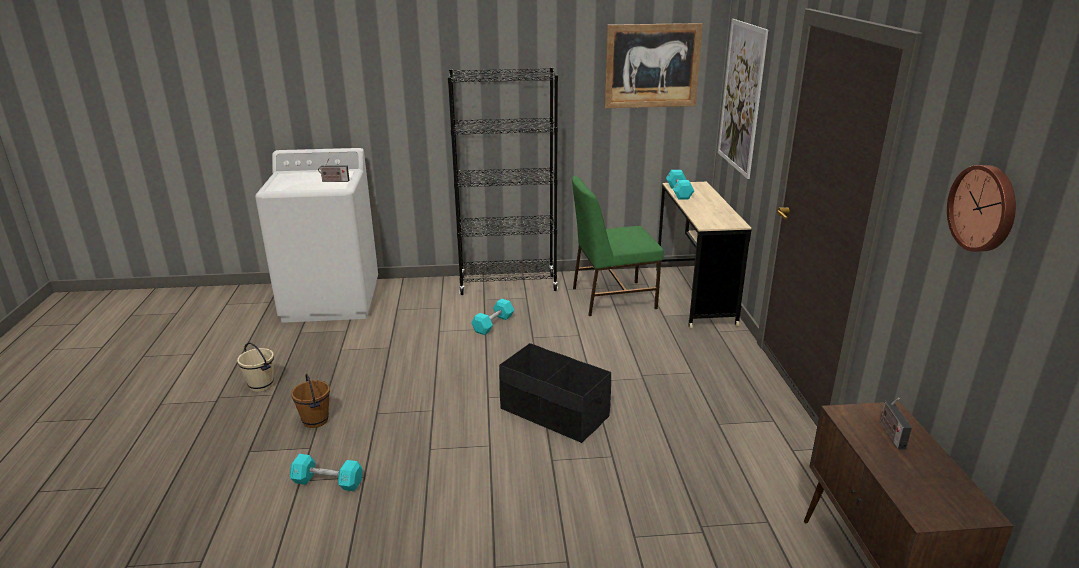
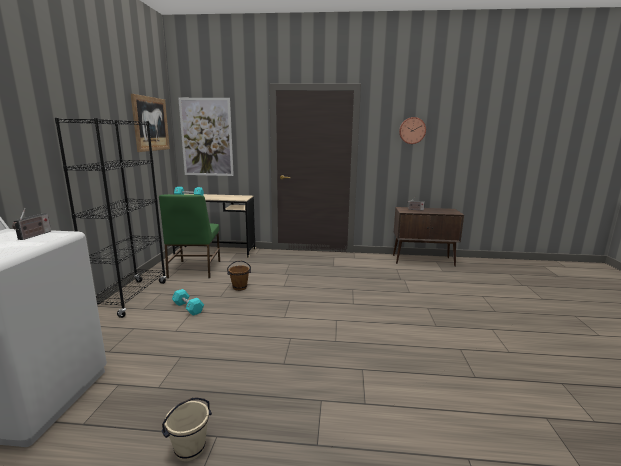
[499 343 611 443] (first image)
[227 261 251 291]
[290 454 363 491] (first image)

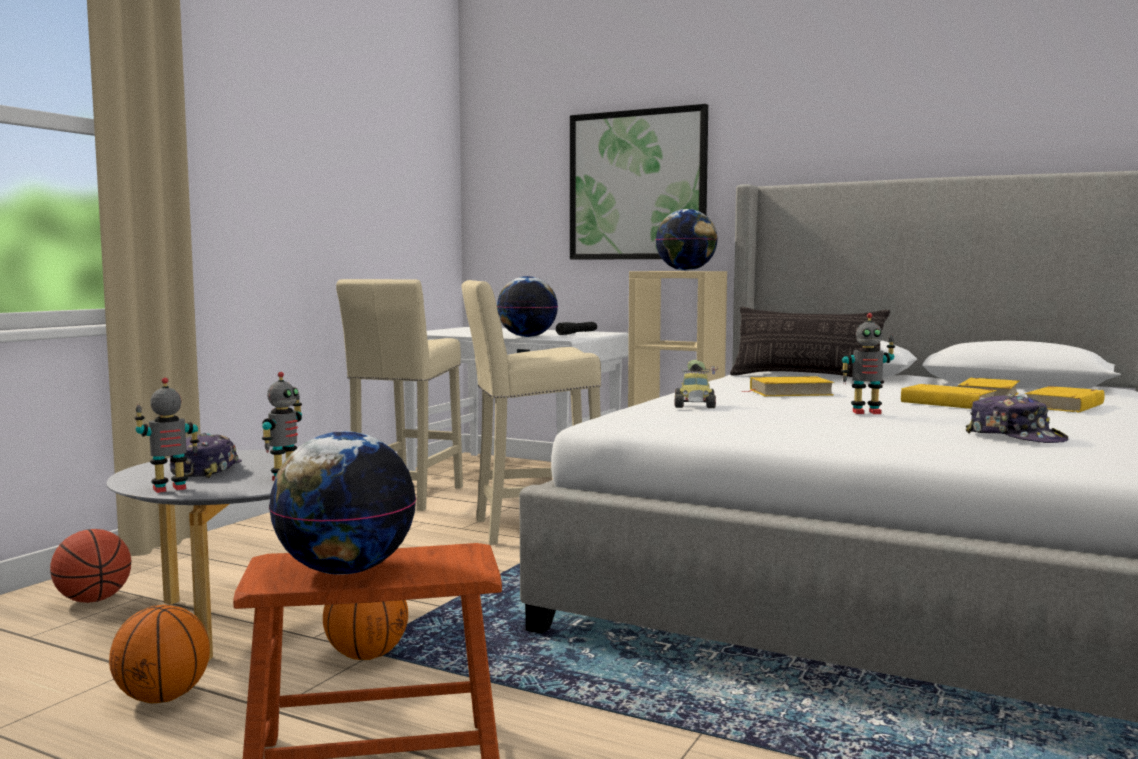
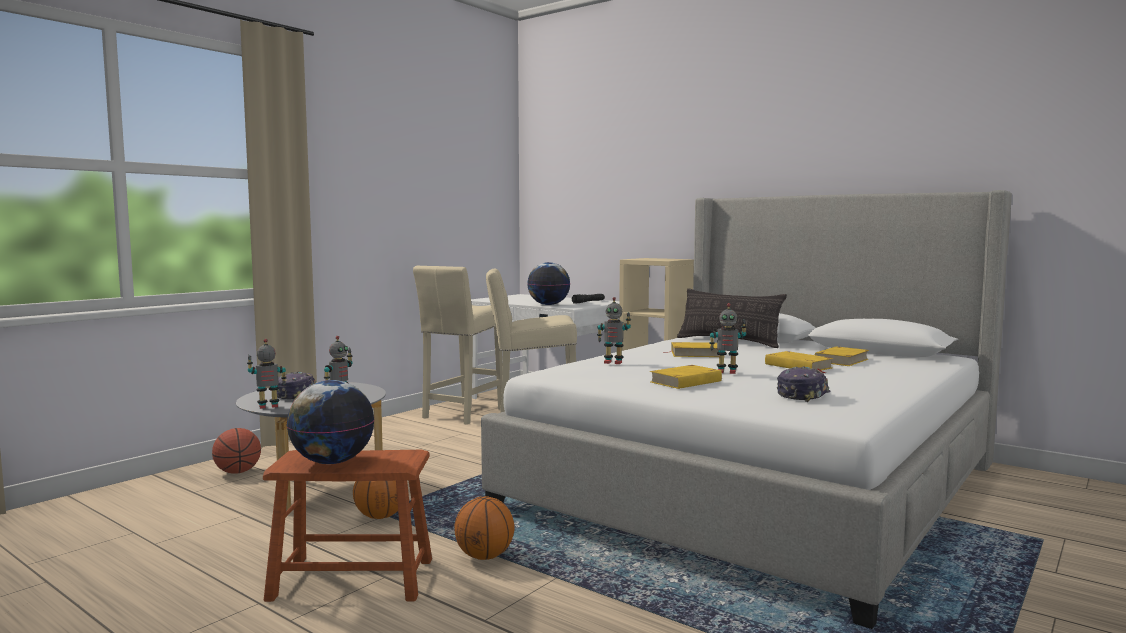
[570 104 708 260] (first image)
[656 209 718 271] (first image)
[597 297 631 364]
[650 365 722 389]
[777 367 830 402]
[454 496 515 560]

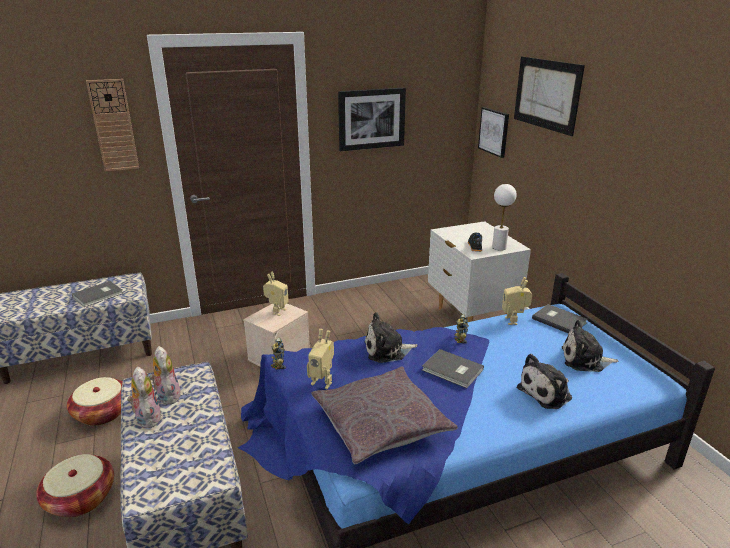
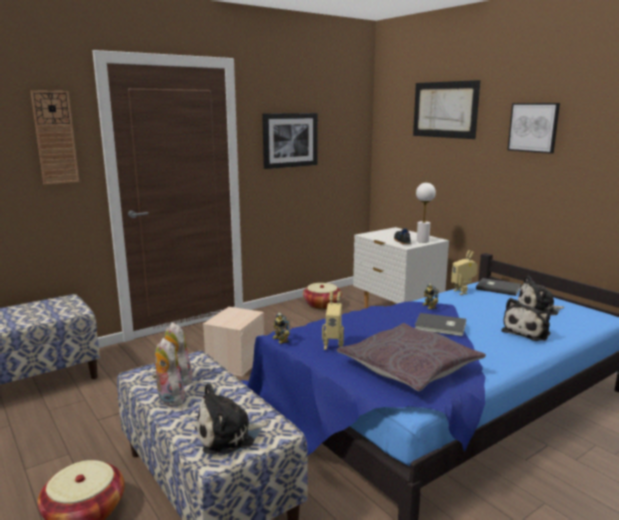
[507 103 560 154]
[263 271 289 316] (first image)
[72 281 123 307] (first image)
[195 383 269 456]
[303 283 342 310]

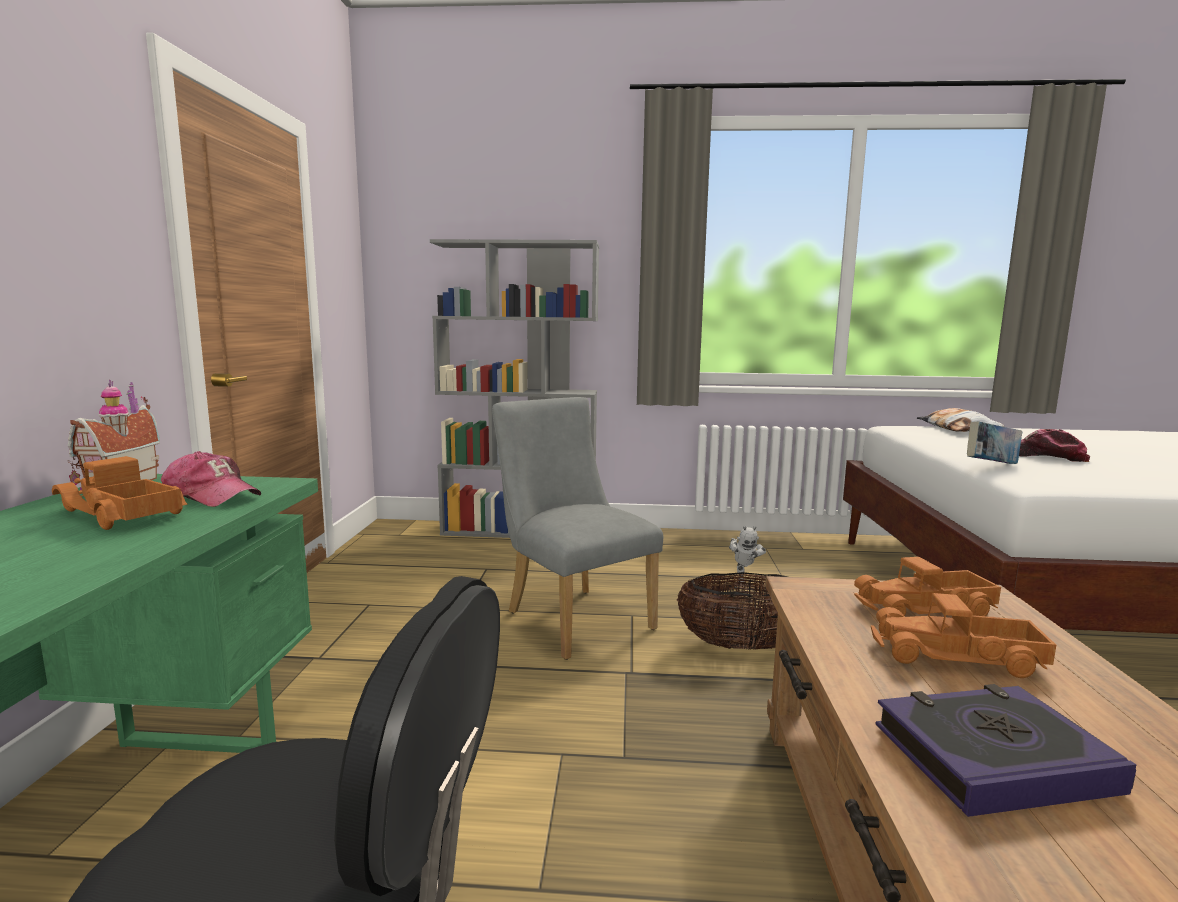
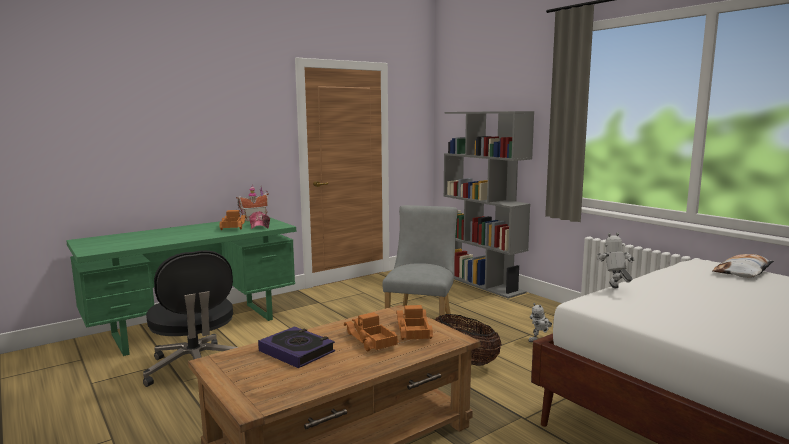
[597 232 635 288]
[1019 429 1090 462] (first image)
[396 305 433 340]

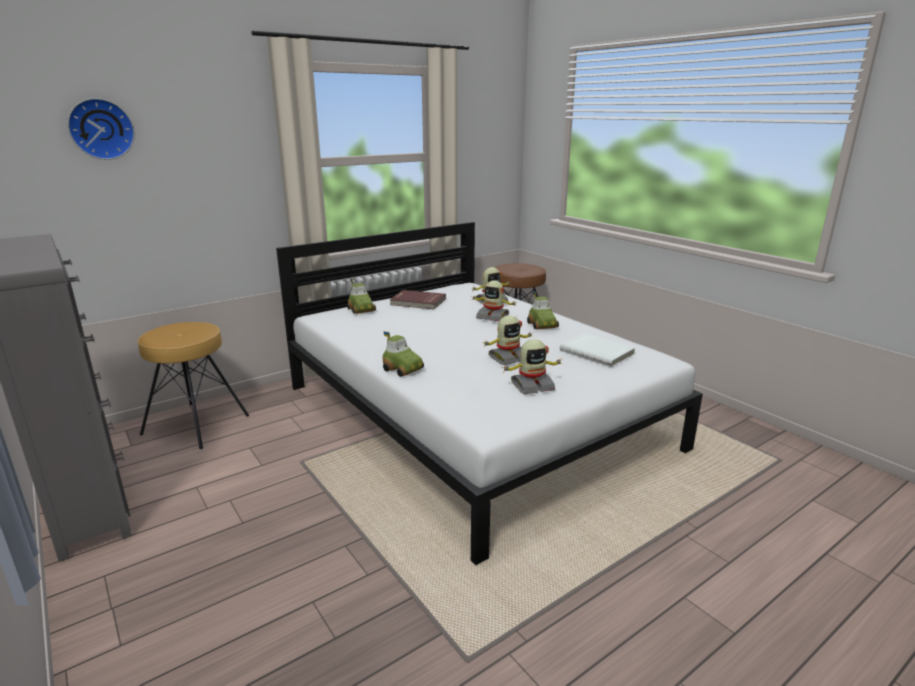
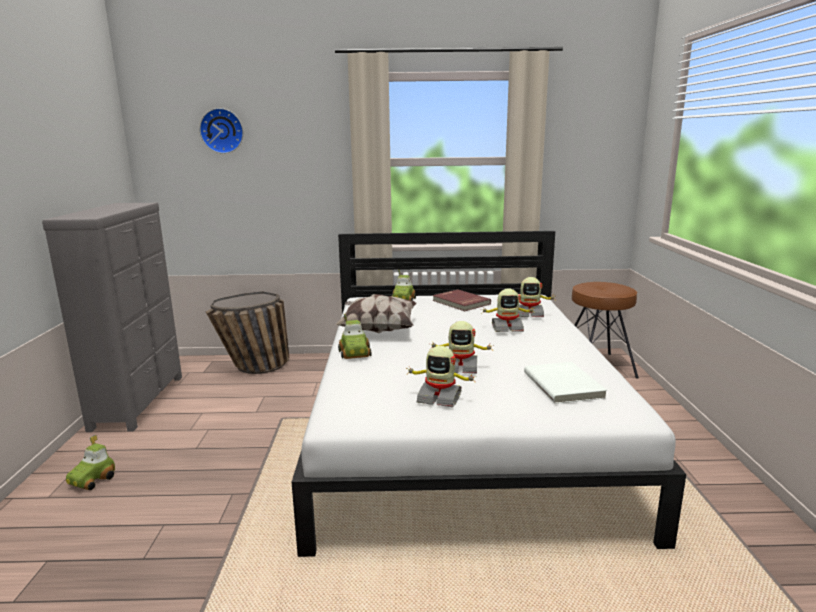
[480 289 535 332]
[66 435 115 490]
[206 292 289 374]
[335 294 417 333]

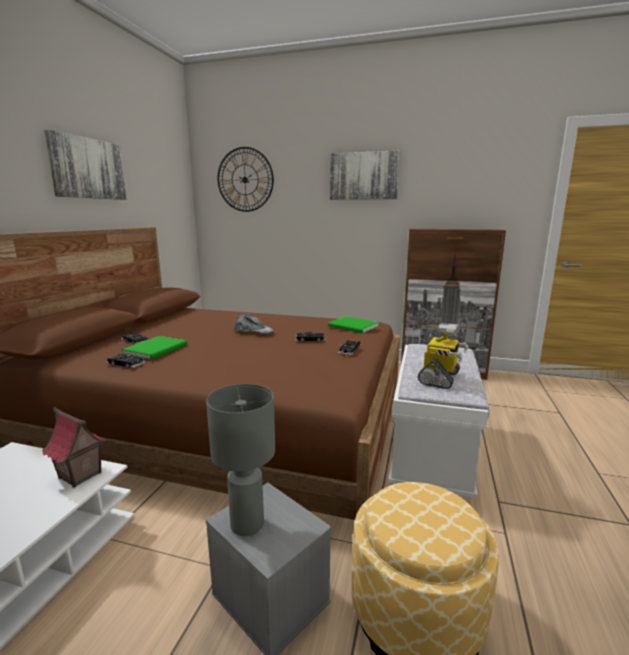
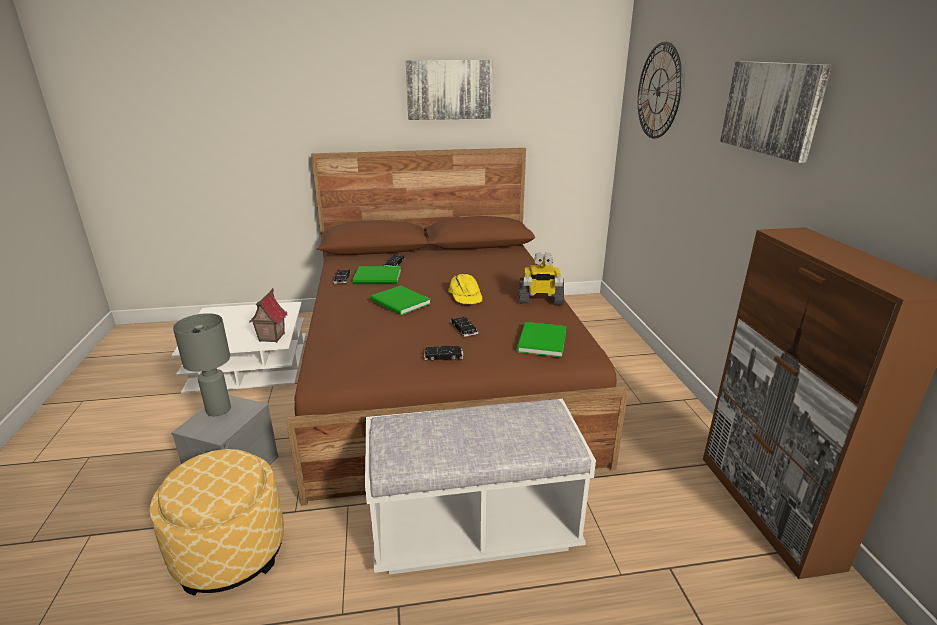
[448 274 482 304]
[519 252 564 305]
[371 286 431 315]

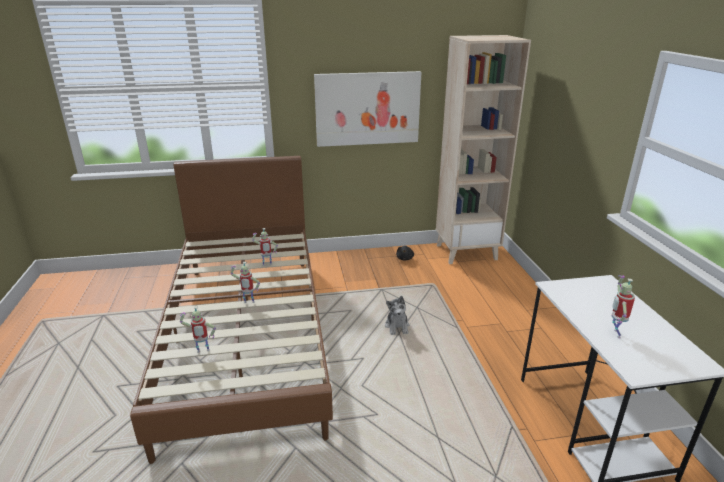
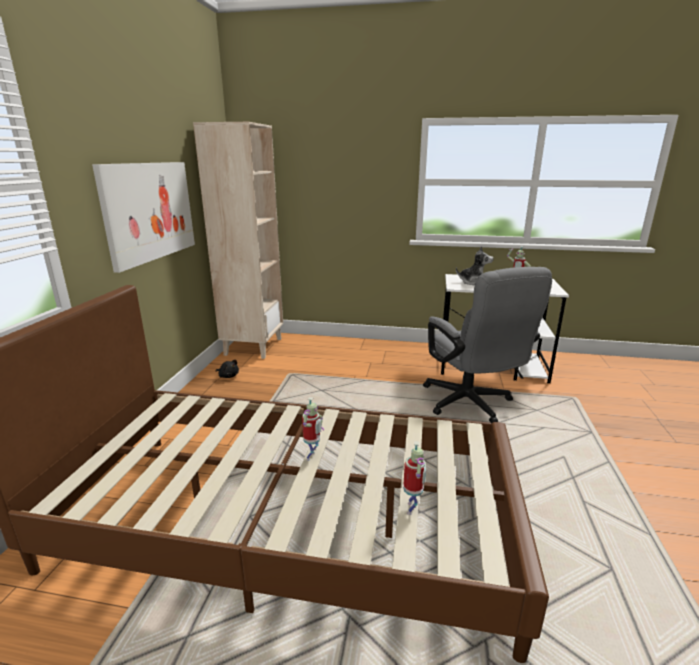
[252 228 278 266] (first image)
[456 246 494 285]
[423 267 552 424]

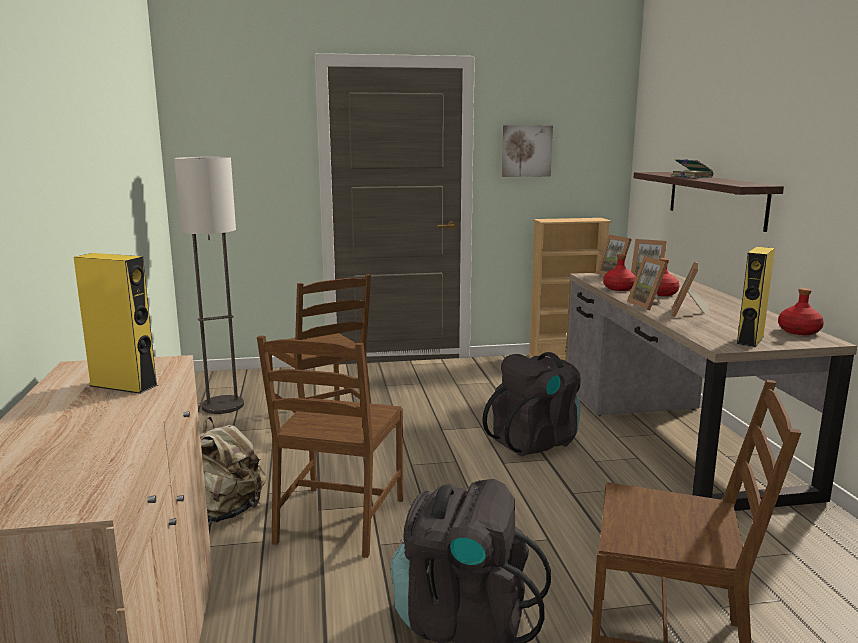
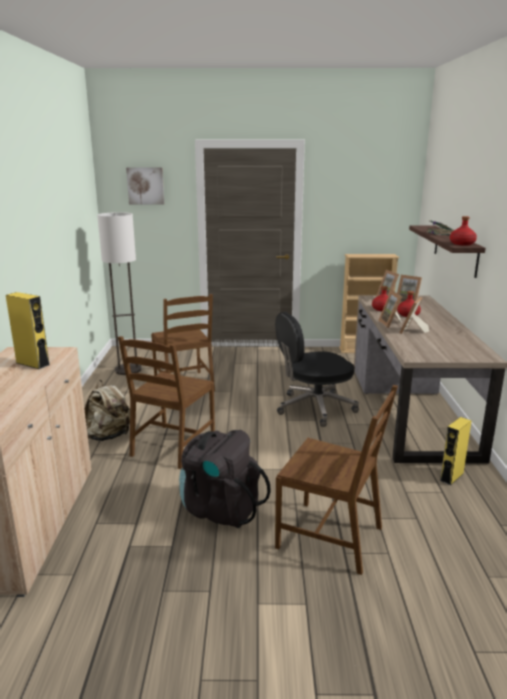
[126 167 164 204]
[440 417 472 485]
[450 216 477 246]
[275 312 359 427]

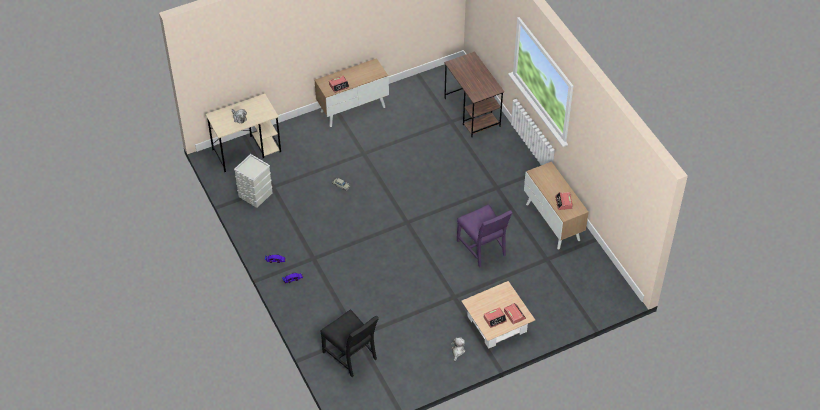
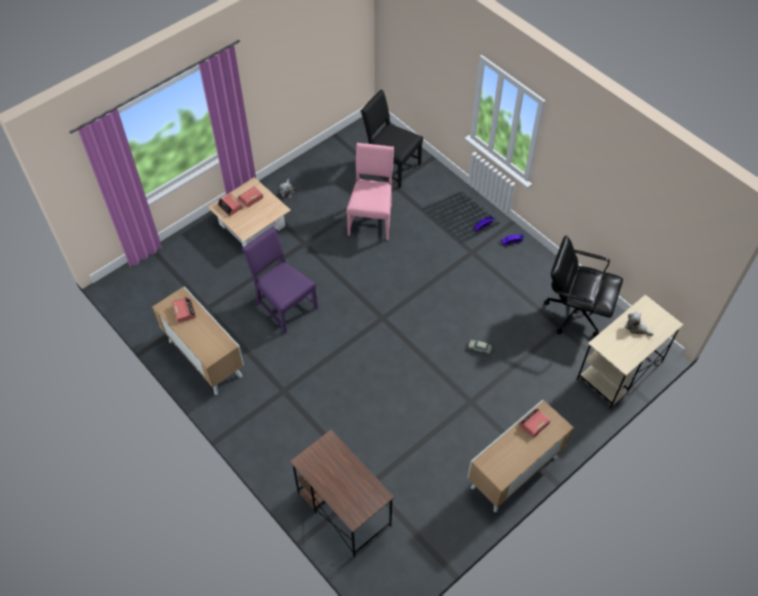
[544 236 623 337]
[346 143 394 240]

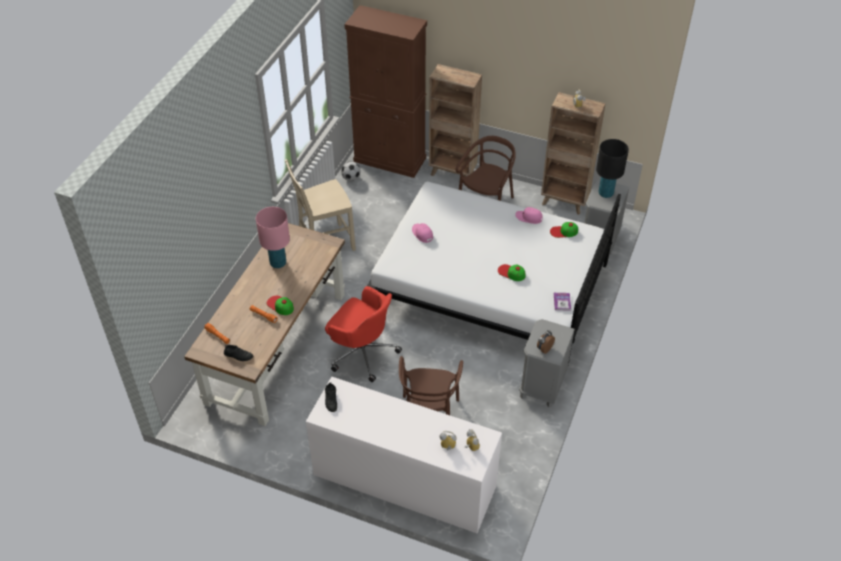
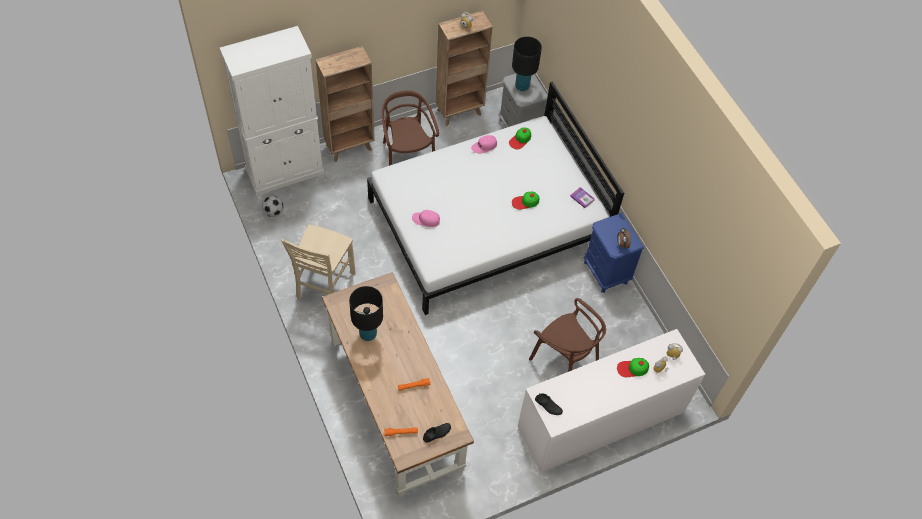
[220 26 324 195]
[349 286 383 341]
[325 286 402 382] (first image)
[617 358 649 377]
[584 213 644 293]

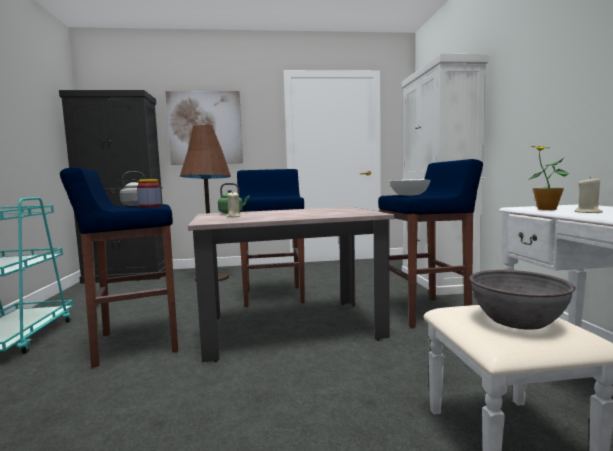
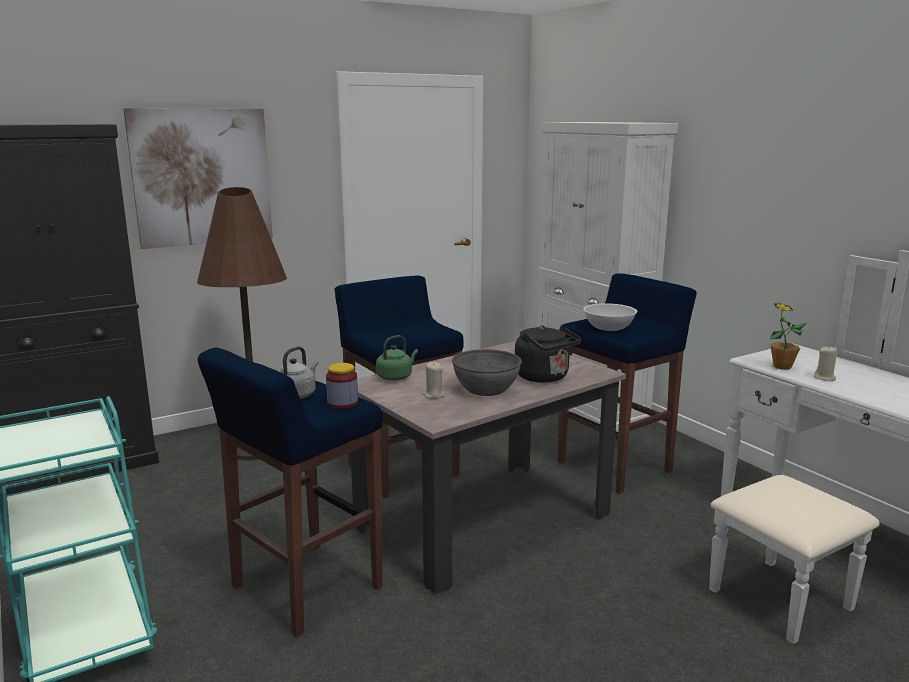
[452 349 522 396]
[515 325 581 383]

